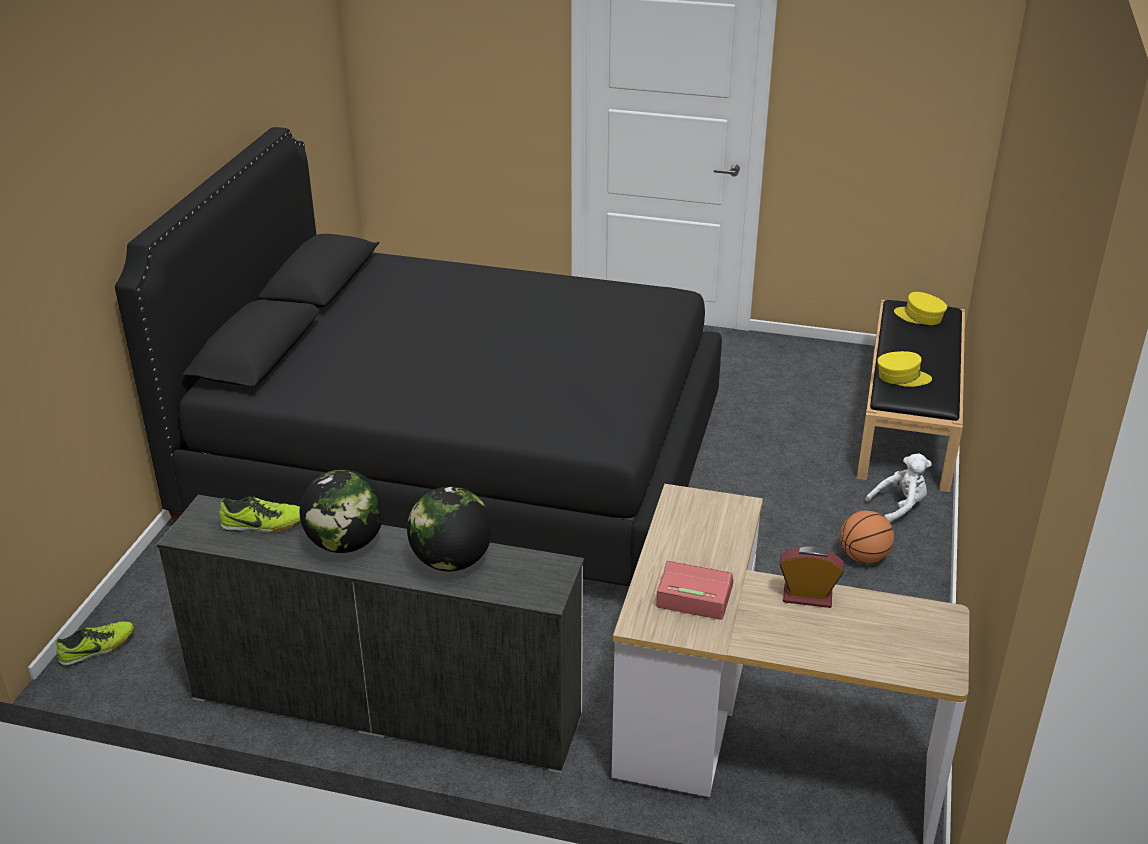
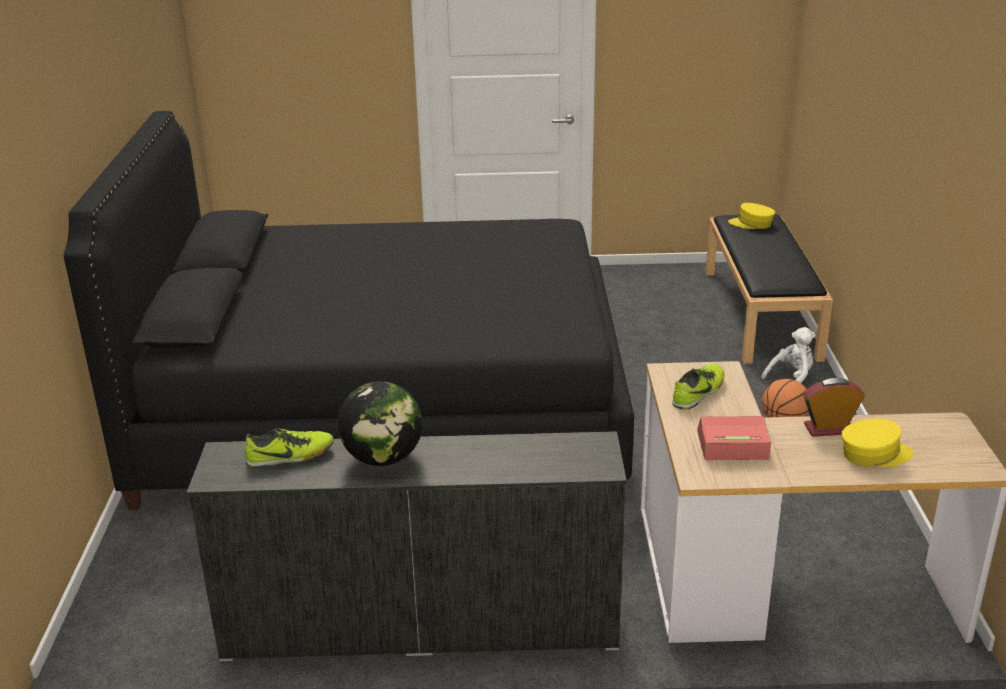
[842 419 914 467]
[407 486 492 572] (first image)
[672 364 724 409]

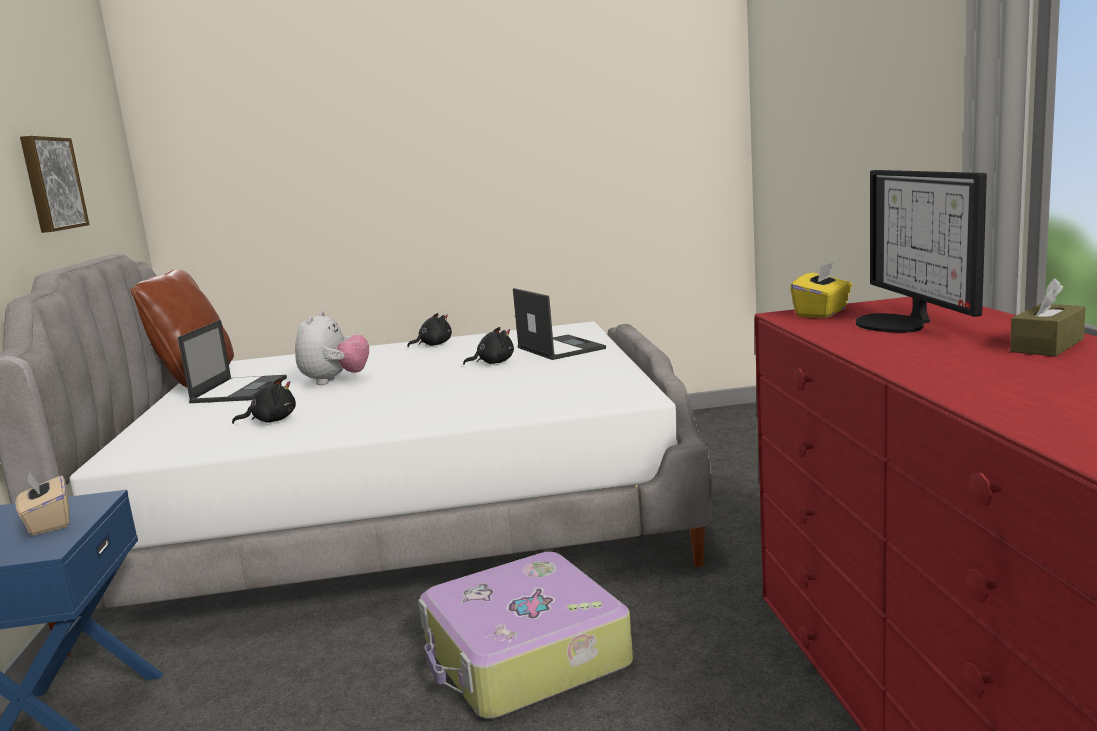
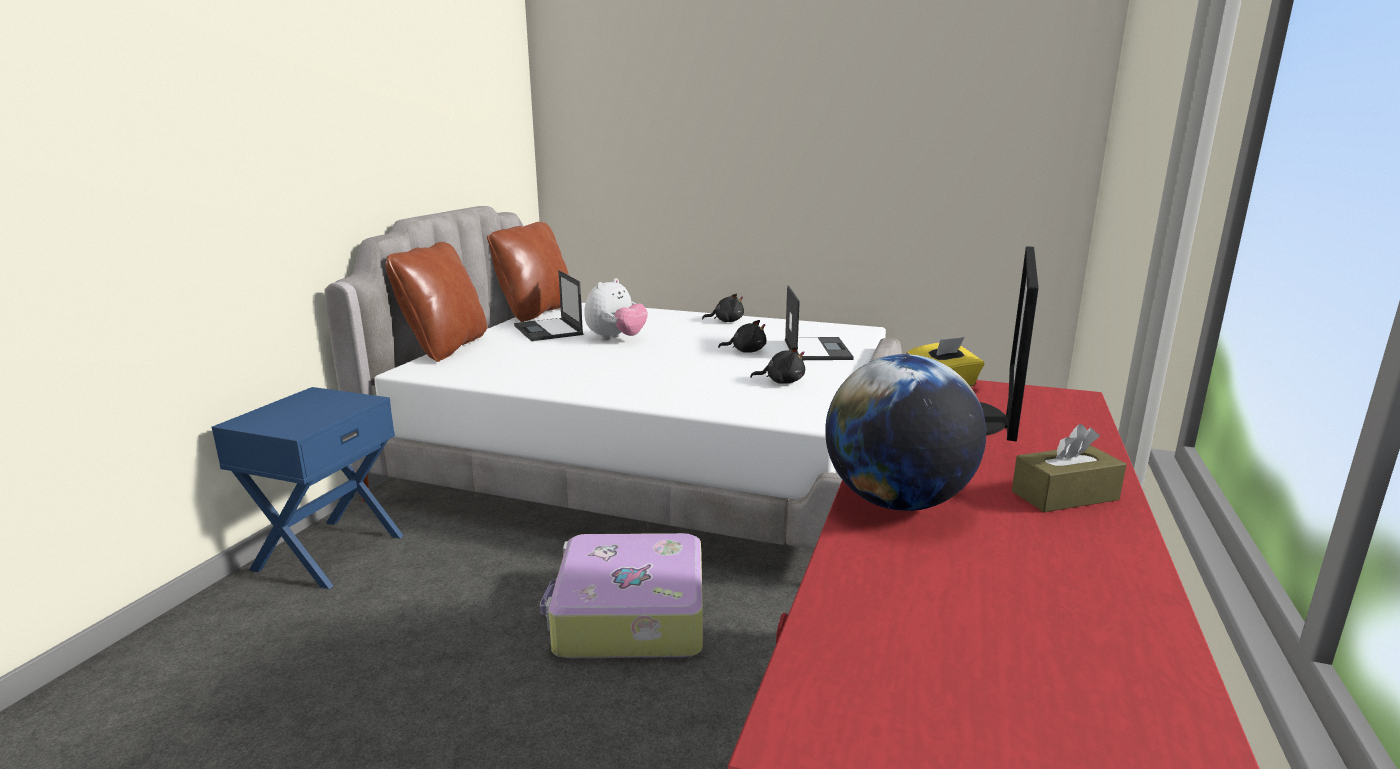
[20 136 90 233] (first image)
[514 270 583 341]
[750 346 805 384]
[16 471 69 536] (first image)
[385 242 487 362]
[825 354 986 511]

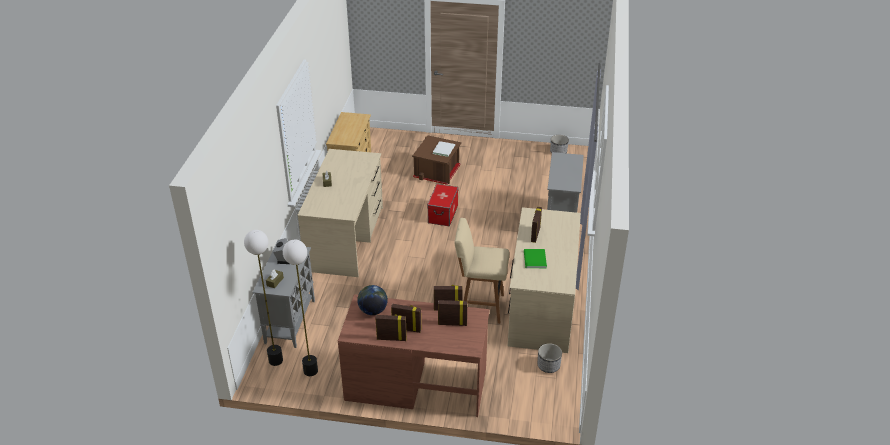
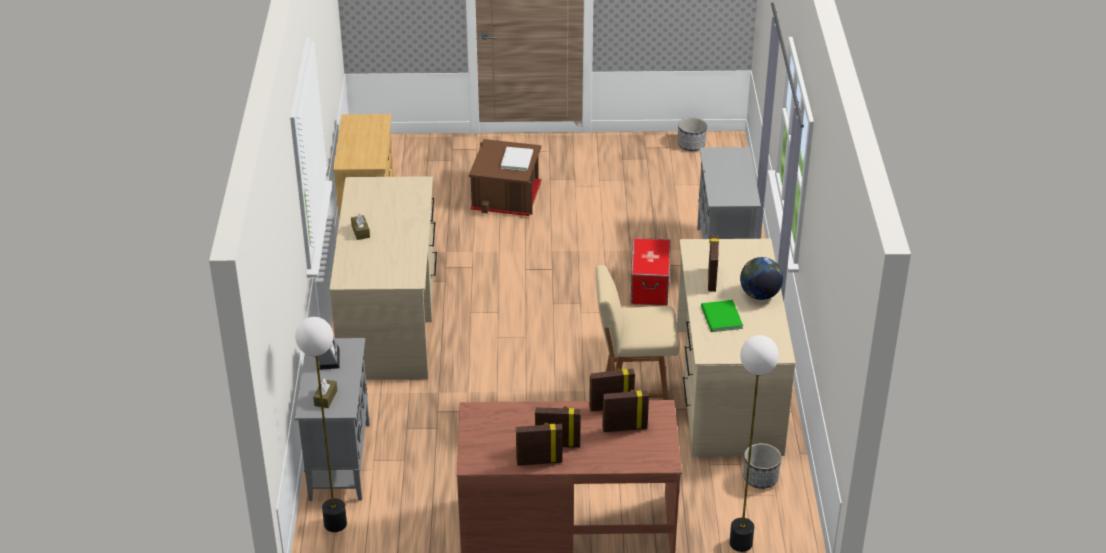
[631 238 671 306]
[729 335 779 552]
[740 257 783 300]

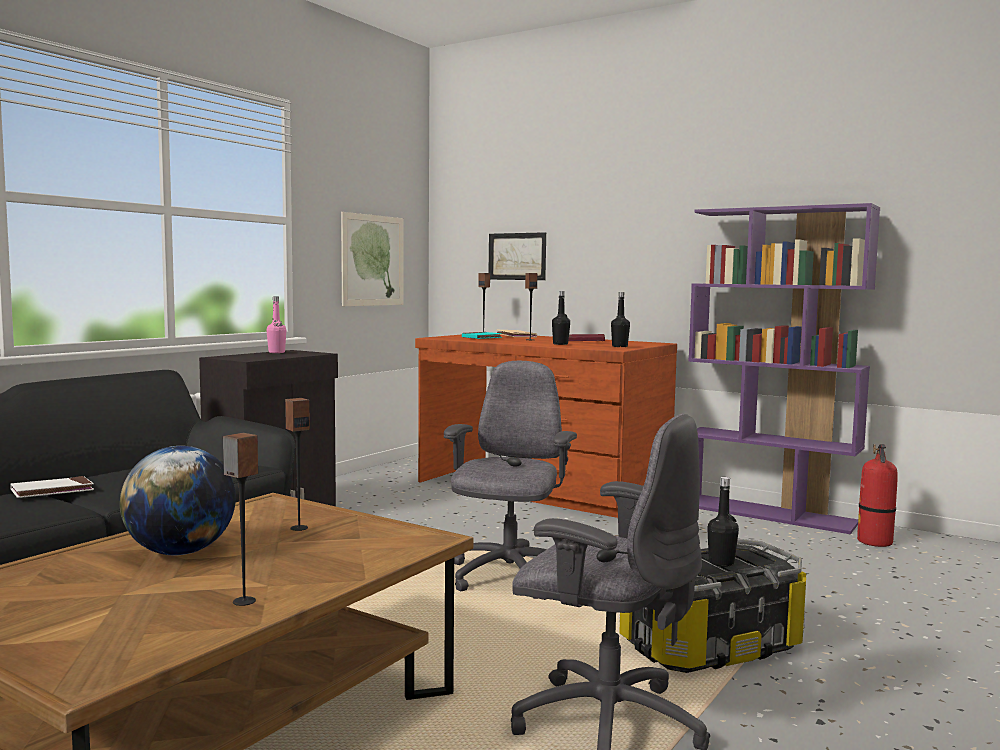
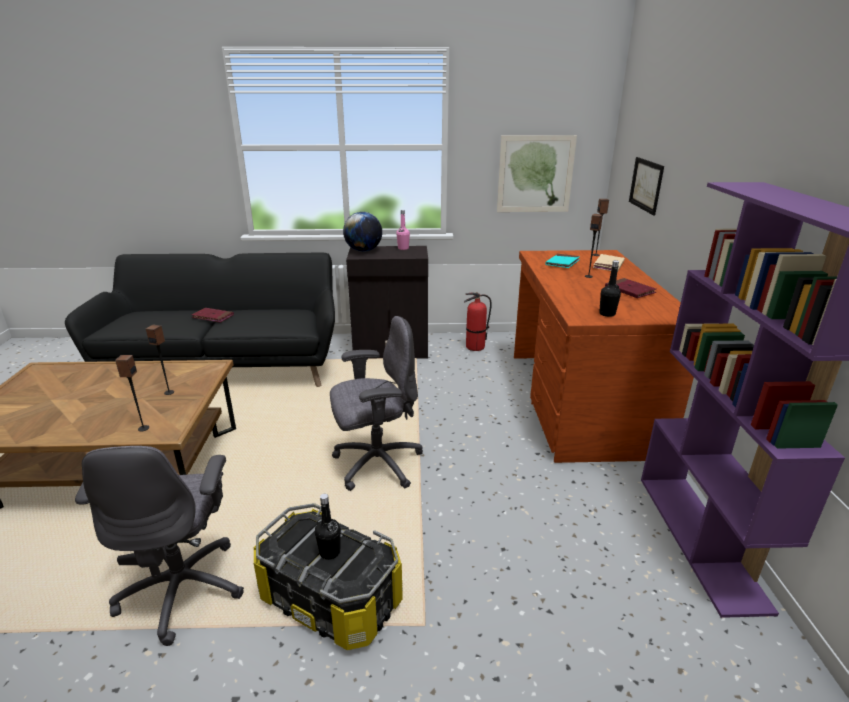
[552 291 570 345] (first image)
[115 355 149 432]
[464 292 492 351]
[343 212 382 252]
[192 308 234 323]

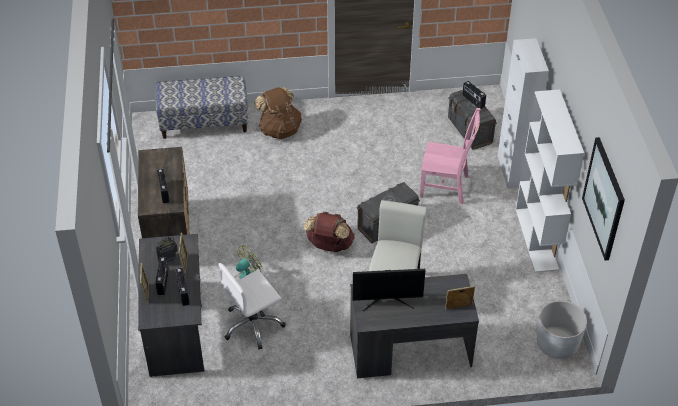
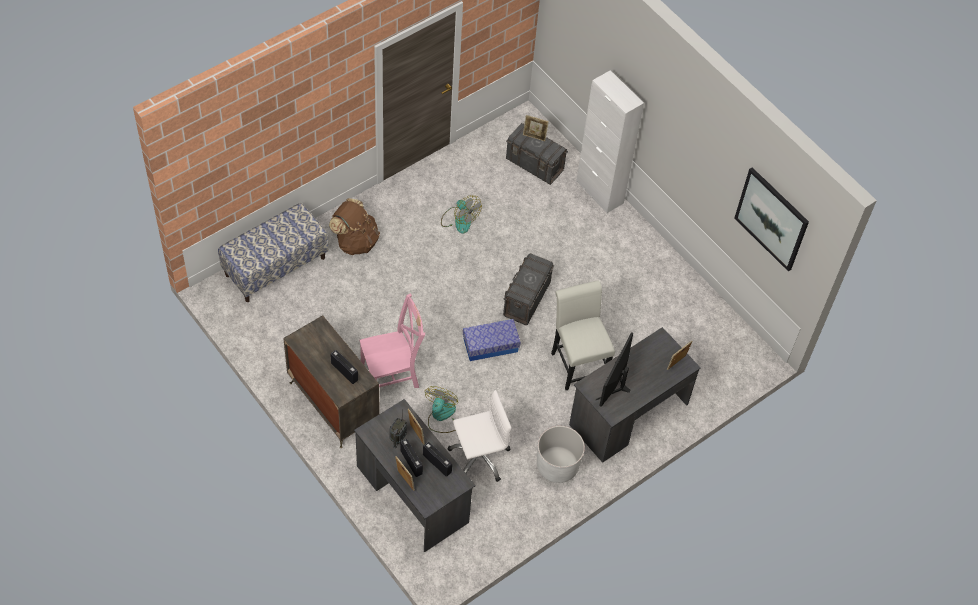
[523 115 549 141]
[516 89 584 273] (first image)
[360 294 425 388]
[463 319 521 361]
[448 390 512 482]
[596 332 633 407]
[537 426 585 483]
[441 196 482 234]

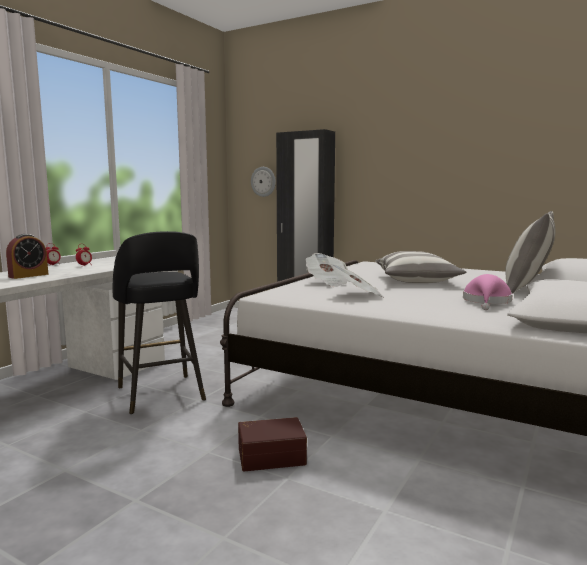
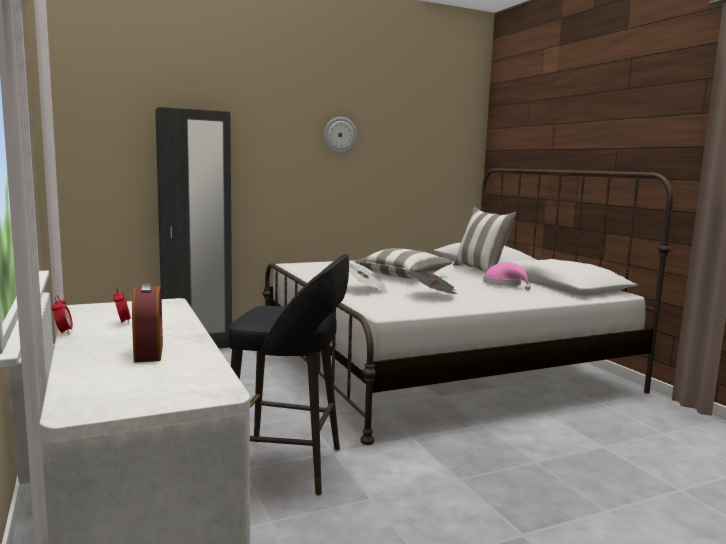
[324 117 357 154]
[238 417 307 472] (first image)

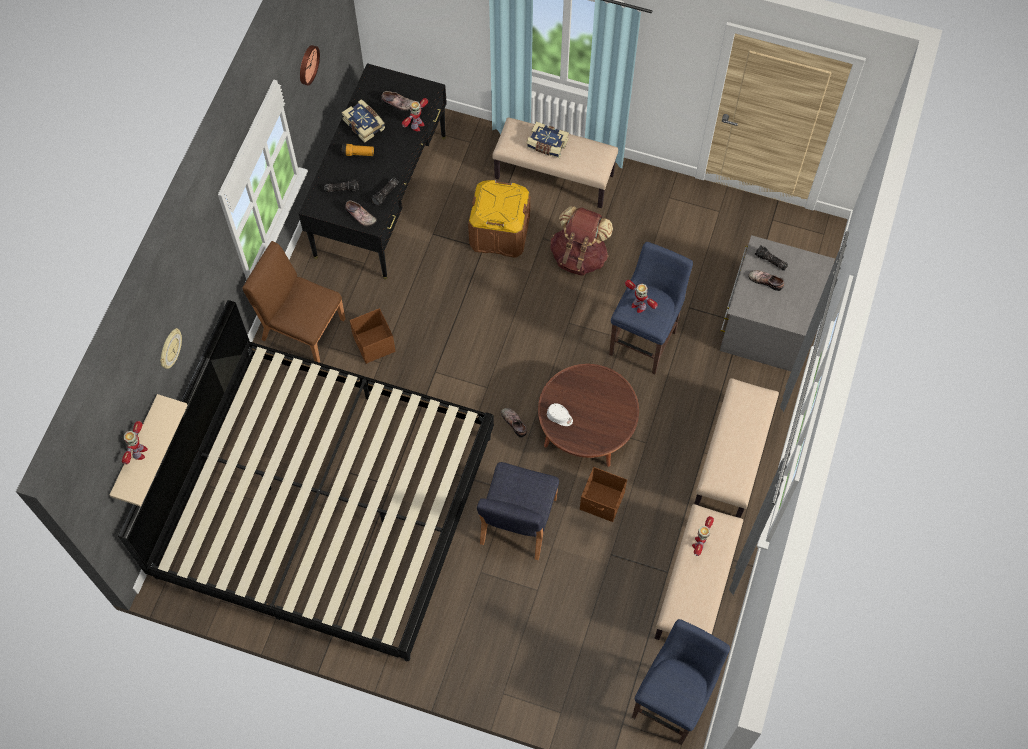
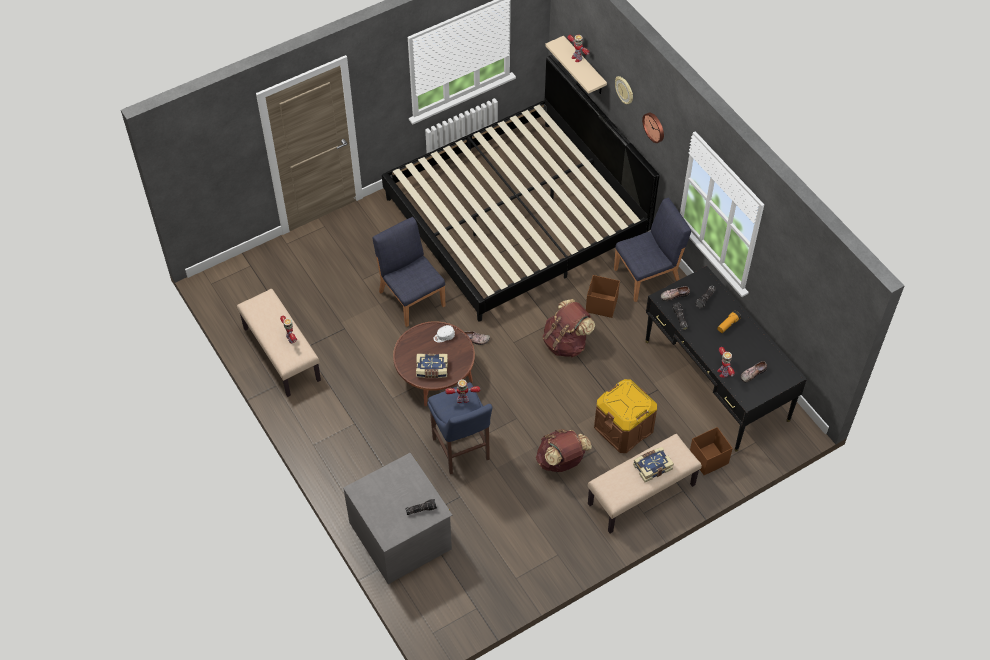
[642 112 664 143]
[416 353 448 378]
[614 197 691 302]
[748 270 784 291] (first image)
[694 378 779 518] (first image)
[690 427 733 475]
[632 619 730 745] (first image)
[542 299 595 357]

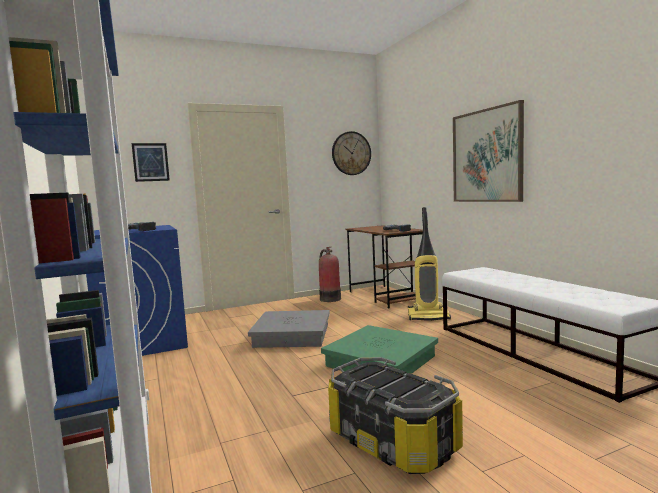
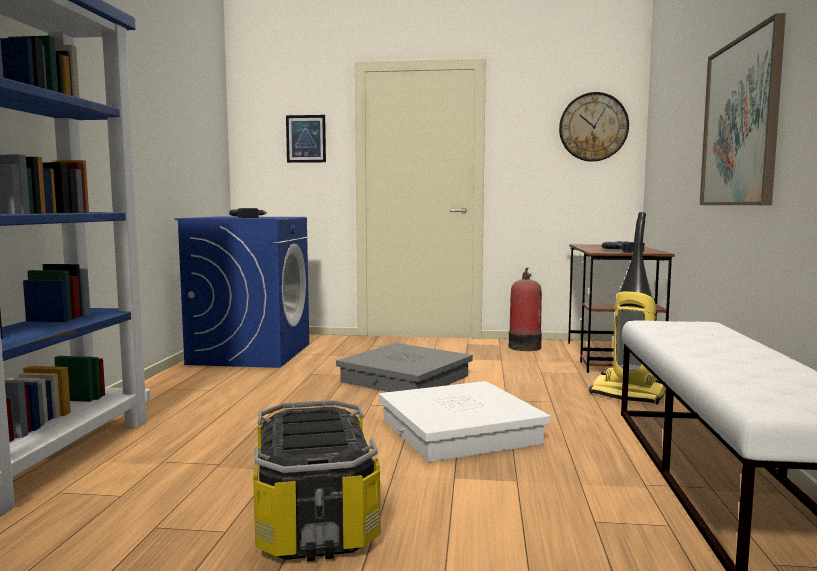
[379 381 551 462]

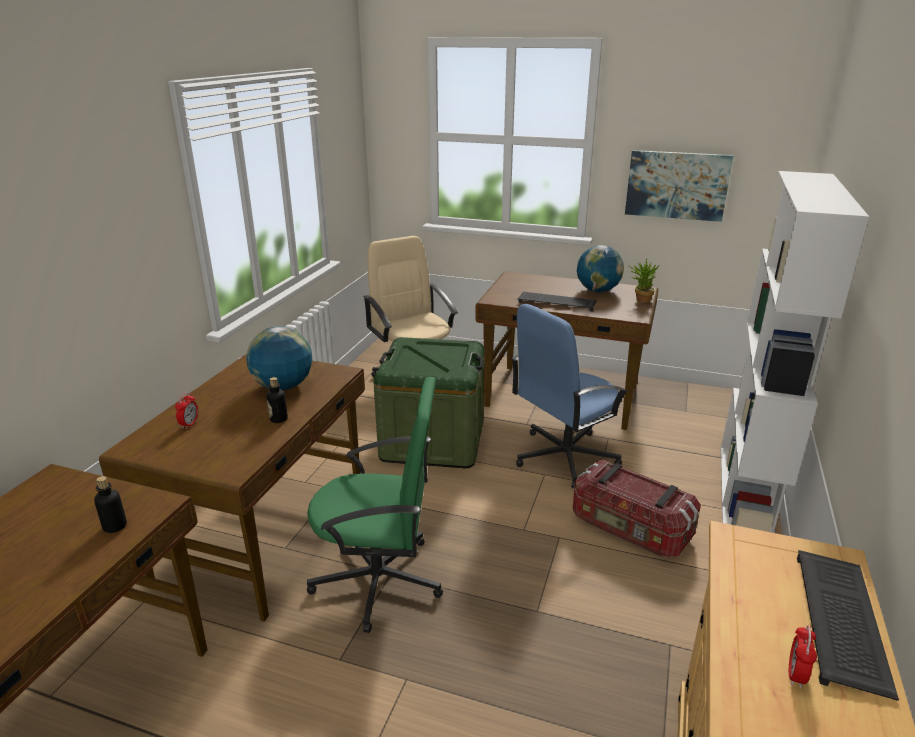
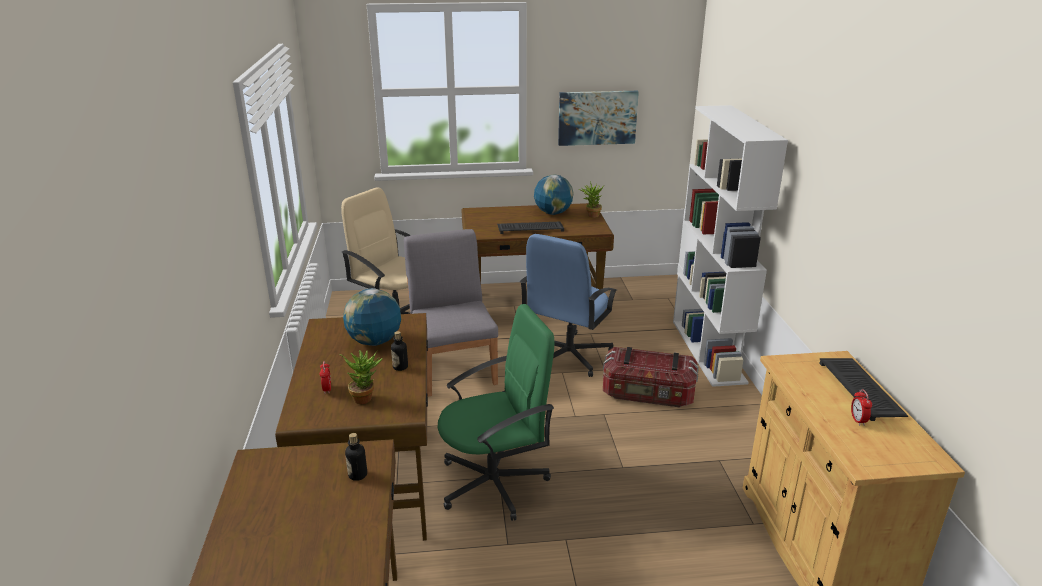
[404 229 498 397]
[339 350 383 404]

